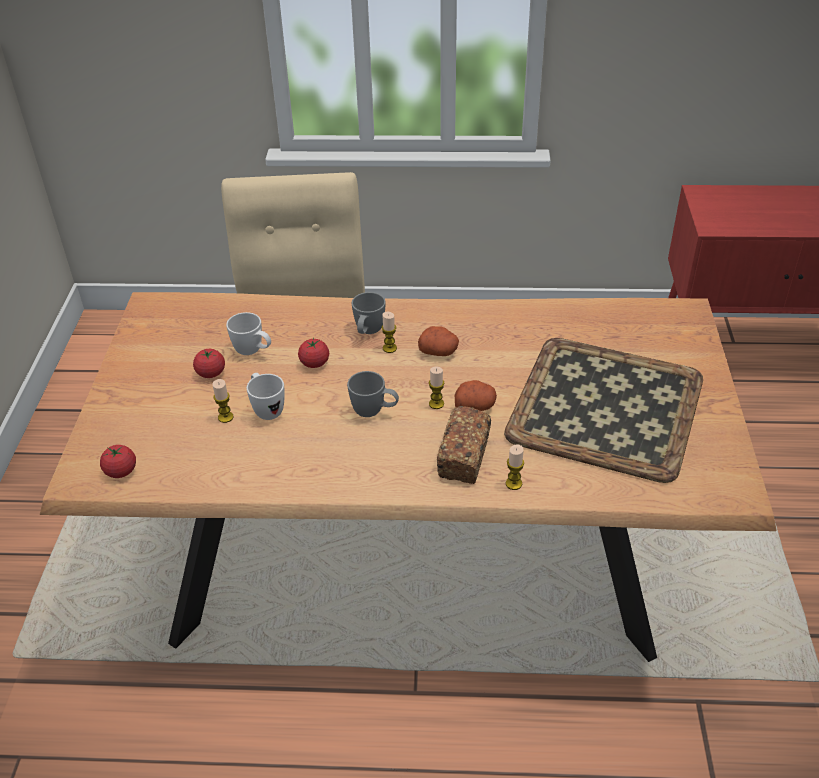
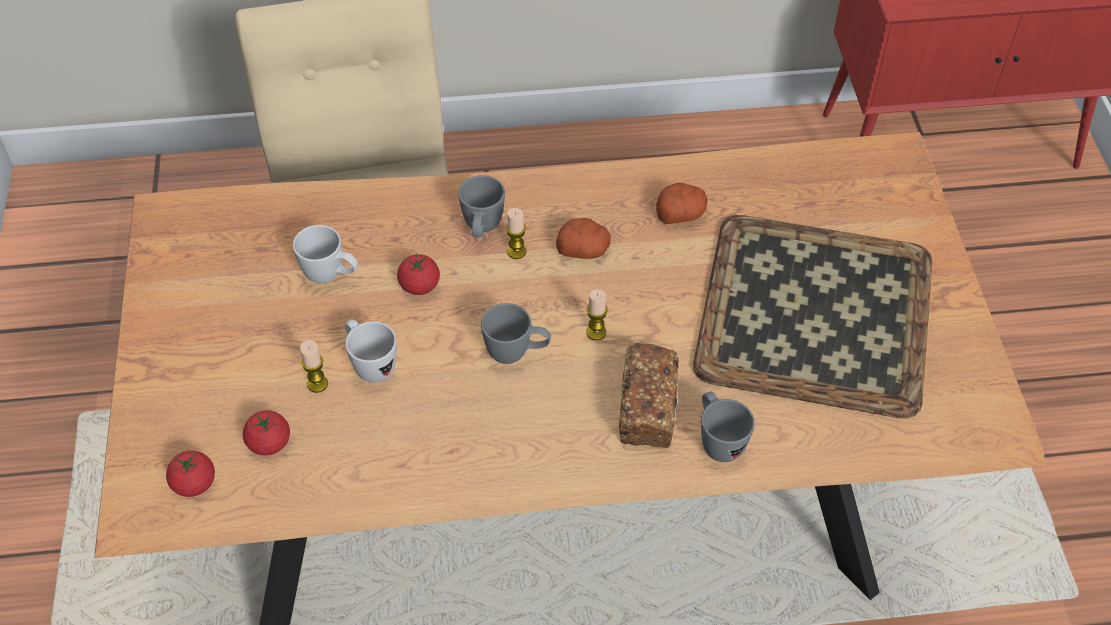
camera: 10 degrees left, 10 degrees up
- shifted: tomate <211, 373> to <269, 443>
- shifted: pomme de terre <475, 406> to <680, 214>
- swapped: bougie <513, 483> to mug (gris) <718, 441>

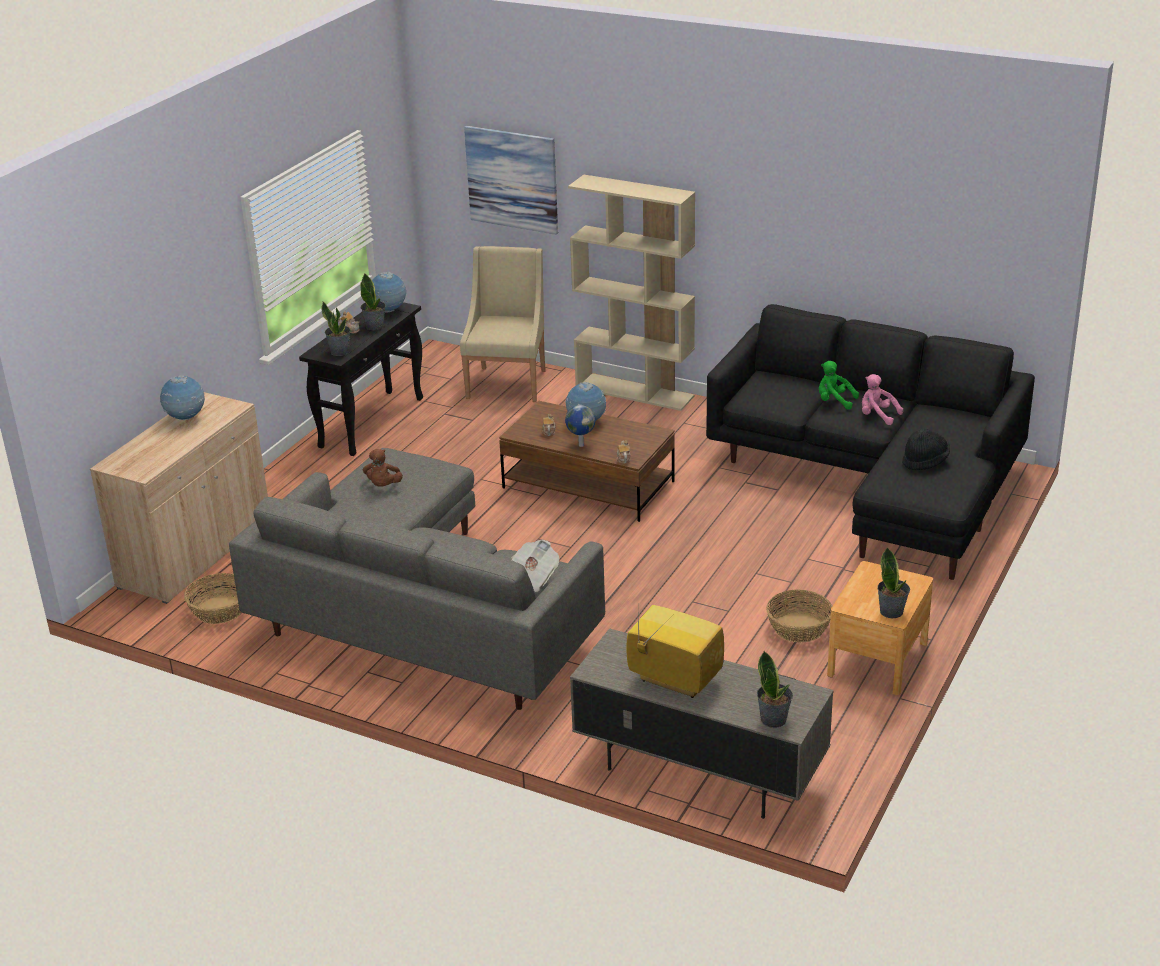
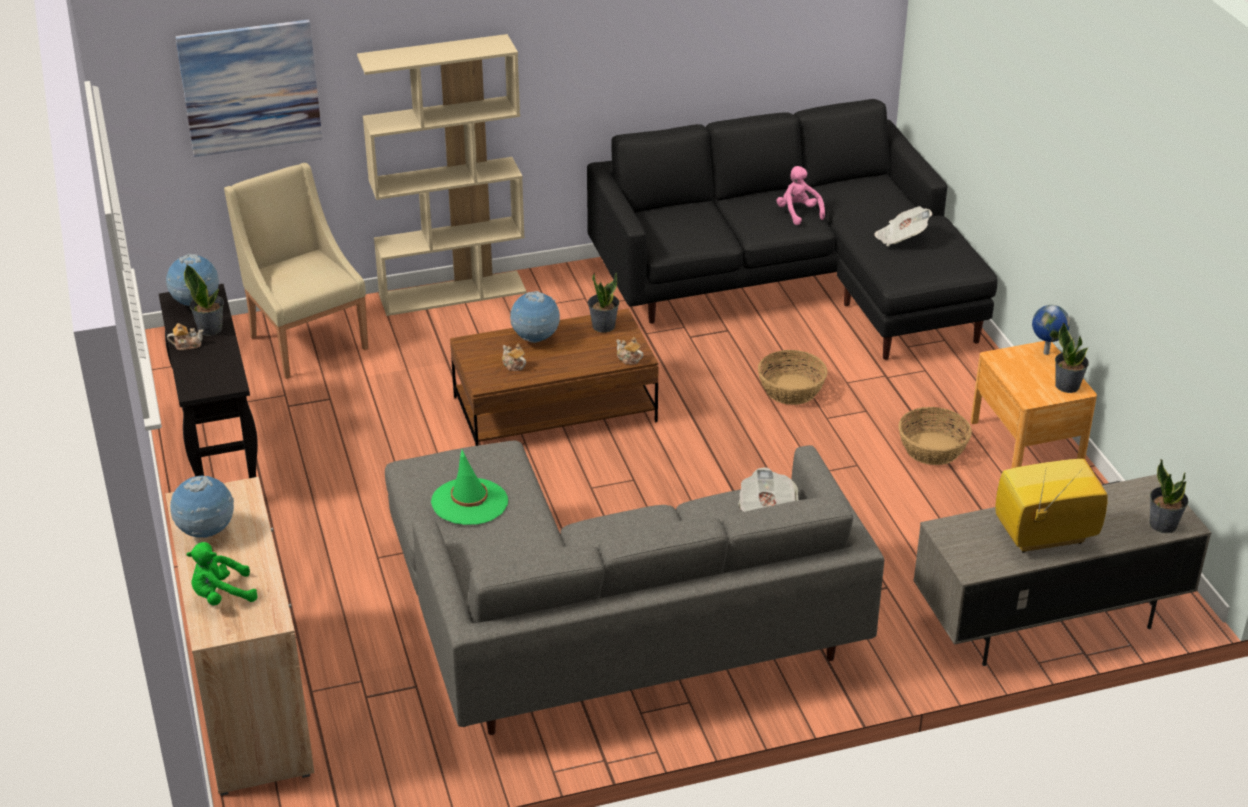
camera: 45 degrees left, 5 degrees up
- shifted: plante en pot <340, 351> to <603, 326>
- shifted: peluche (vert) <834, 401> to <221, 596>
- rotated: peluche (rose) <877, 416> = <798, 213> 75 degrees clockwise
- shifted: globe <580, 445> to <1045, 352>
- swapped: chapeau (noir) <925, 461> to journal <901, 238>
- swapped: peluche (marron) <383, 486> to chapeau (vert) <469, 502>
- shifted: panier <220, 610> to <791, 390>

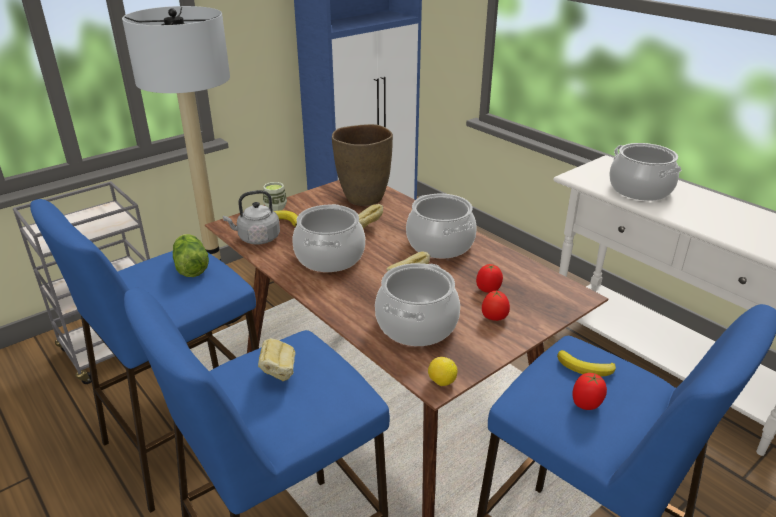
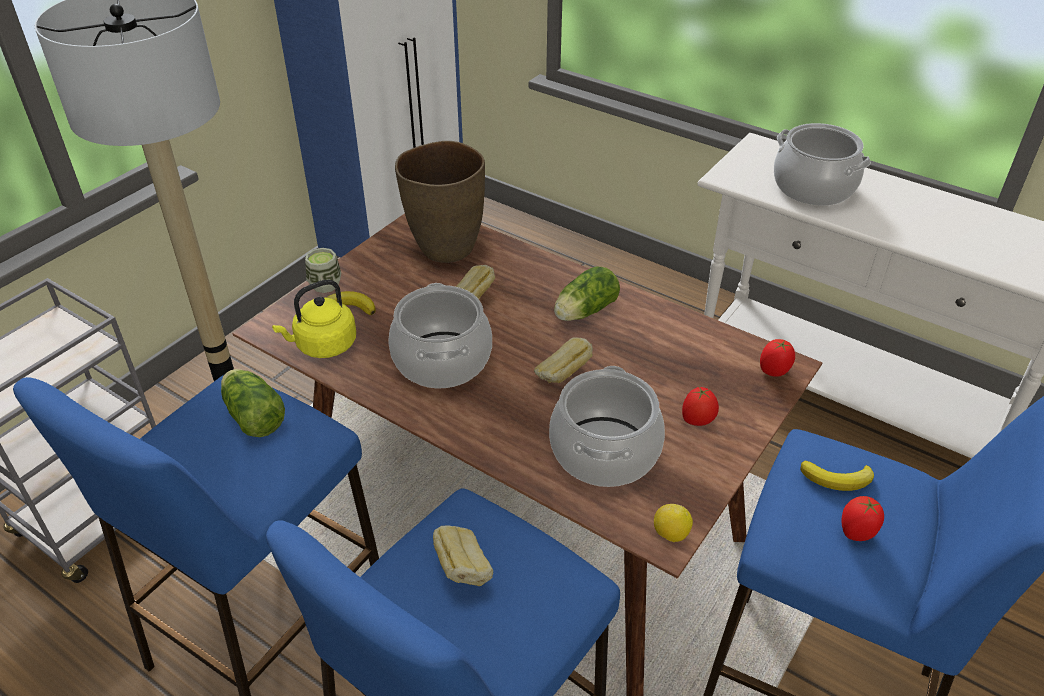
camera: 15 degrees left, 10 degrees up
- repainted: bouilloire (gris) <257, 238> to bouilloire (jaune) <323, 346>
- swapped: marmite <440, 244> to laitue <583, 312>
- shifted: tomate <488, 290> to <774, 371>

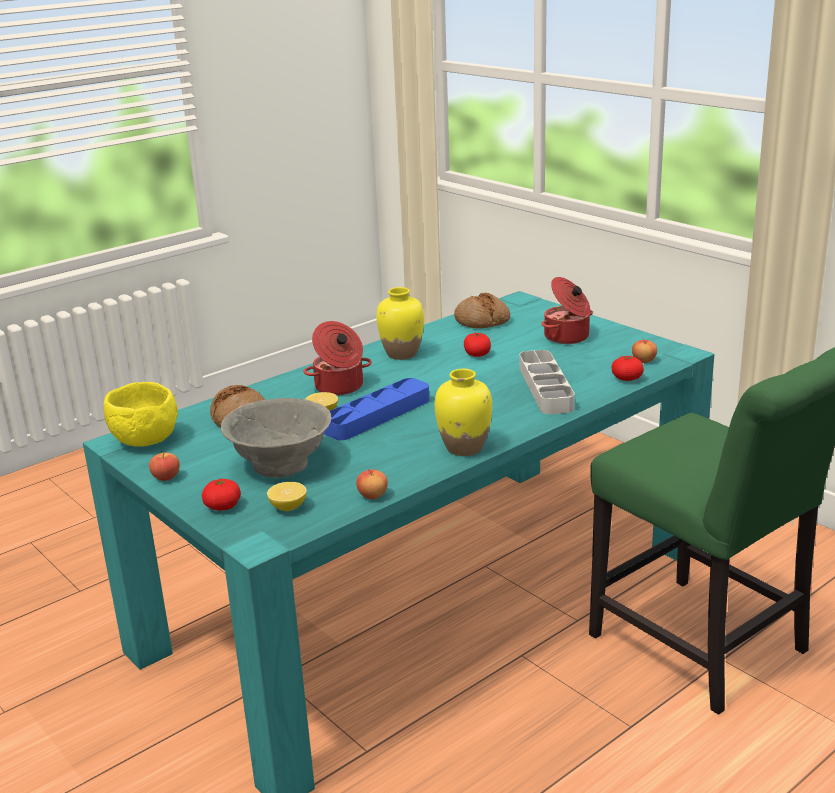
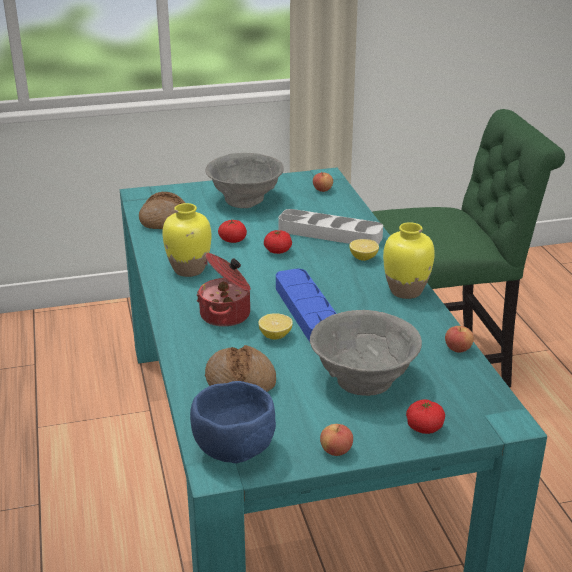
camera: 65 degrees left, 5 degrees up
- swapped: marmite <567, 337> to bol (gris) <245, 200>
- shifted: tomate <627, 378> to <278, 251>
- repainted: bol (jaune) <143, 440> to bol (bleu) <234, 451>
- shifted: citron <288, 507> to <363, 258>

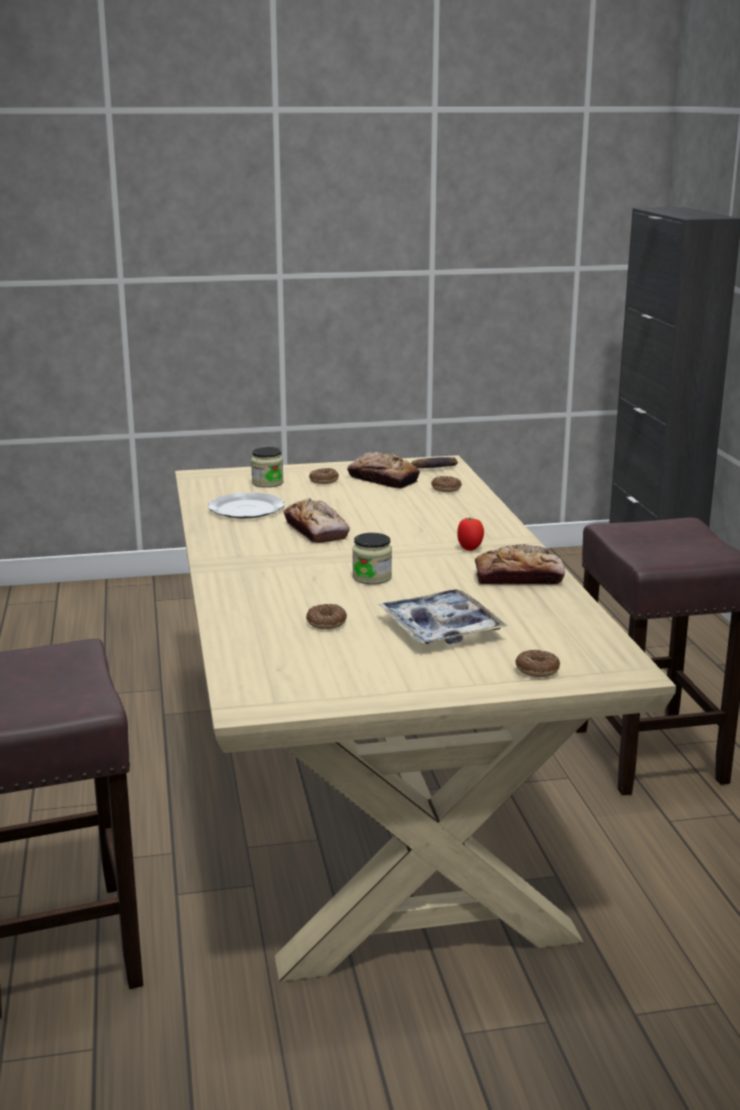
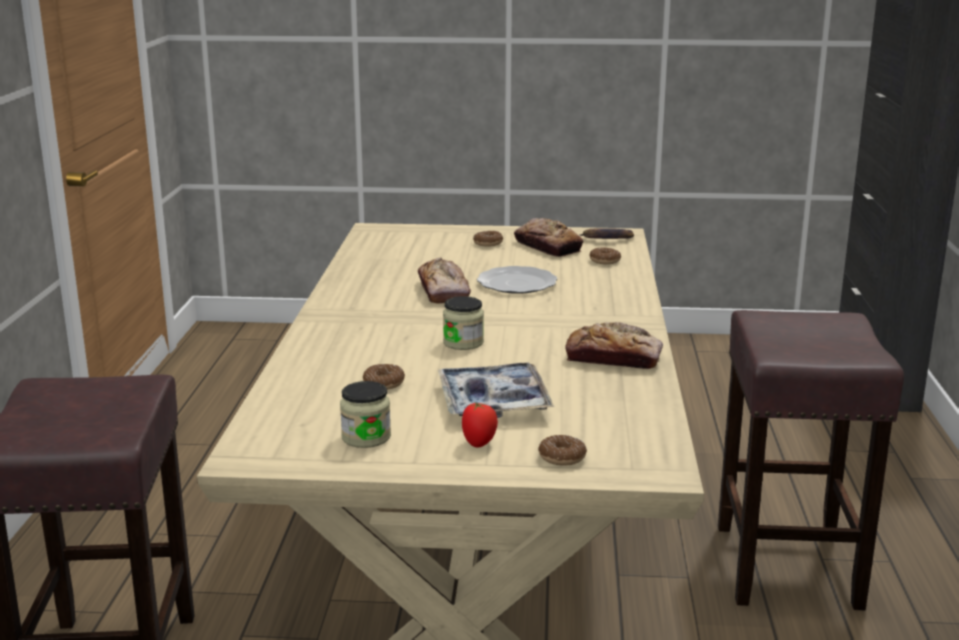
camera: 15 degrees right, 0 degrees up
- shifted: bocal <267, 483> to <366, 437>
- shifted: assiette <247, 509> to <517, 284>
- shifted: tomate <470, 548> to <479, 443>

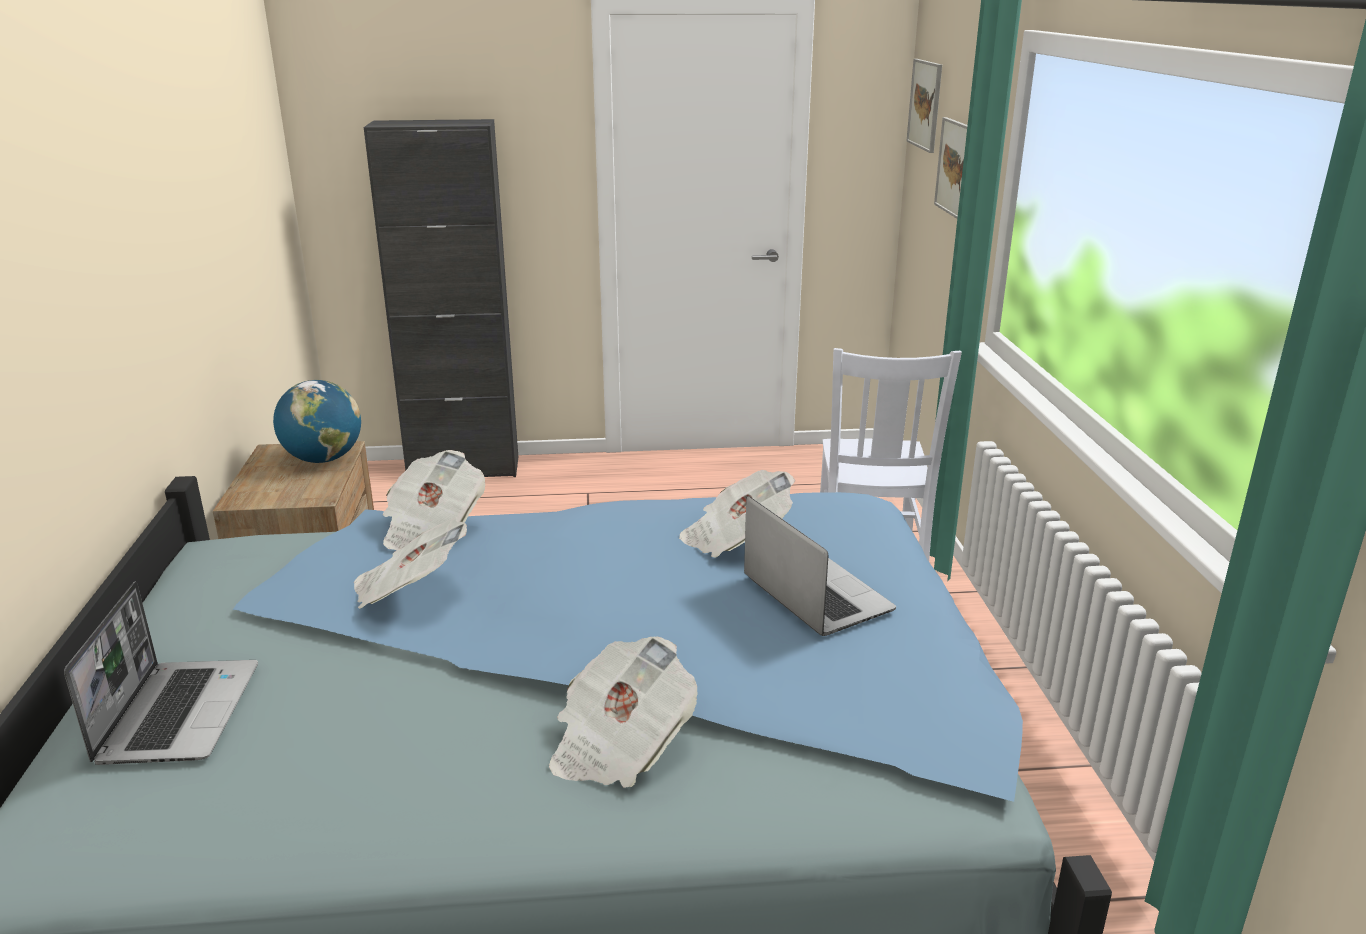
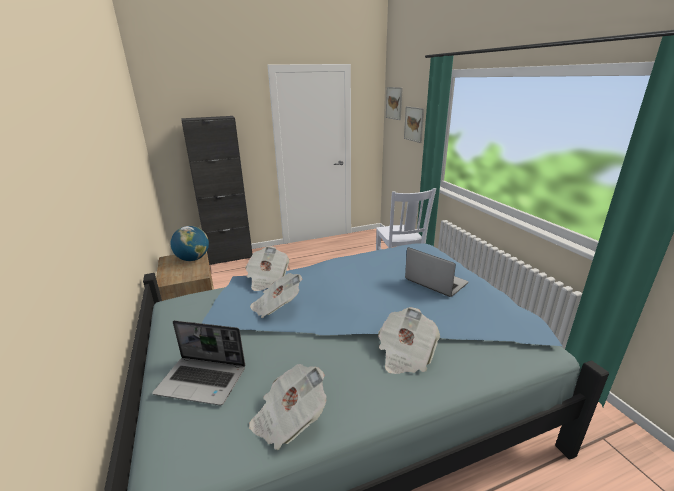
camera: 15 degrees left, 0 degrees up
- shifted: journal <736, 539> to <289, 418>
- rotated: ordinateur portable <178, 712> = <203, 380> 120 degrees clockwise

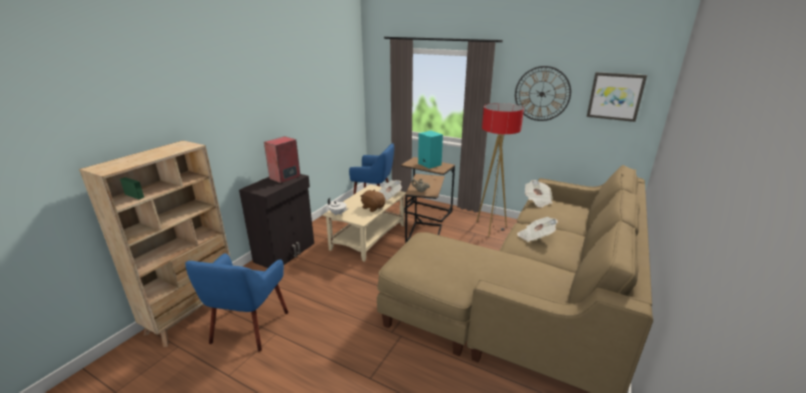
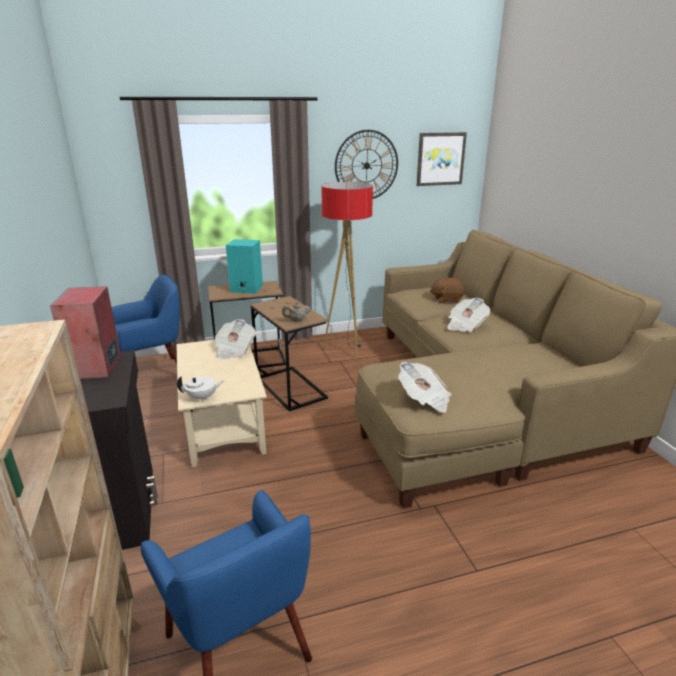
camera: 45 degrees left, 0 degrees up
- shifted: journal <537, 201> to <424, 399>
- shifted: peluche (marron) <373, 207> to <446, 300>

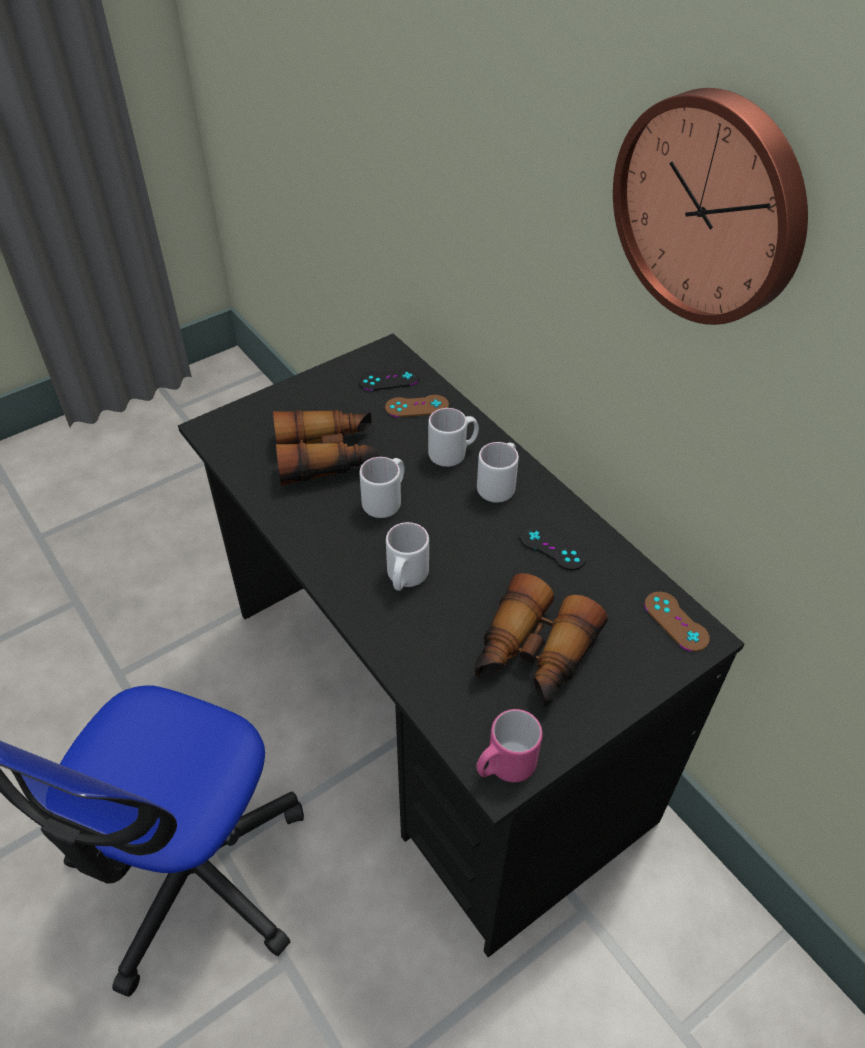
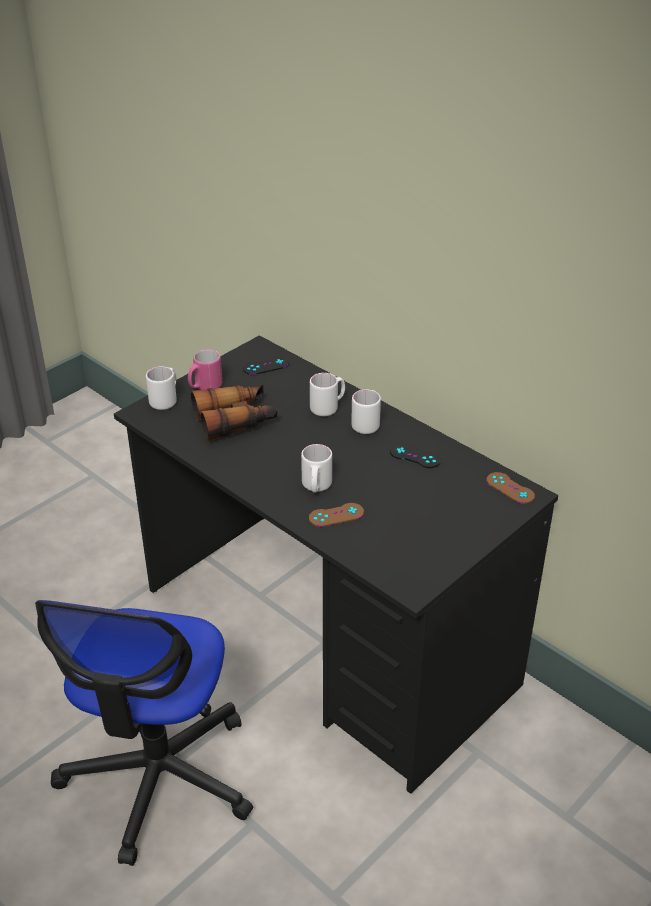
camera: 10 degrees left, 10 degrees down
- gone: horloge murale <712, 207>
- shifted: manette (marron) <417, 406> to <336, 515>
- shifted: mug (blanc) <386, 501> to <166, 400>
- gone: jumelles <533, 655>
- shifted: mug (rose) <504, 767> to <204, 387>

